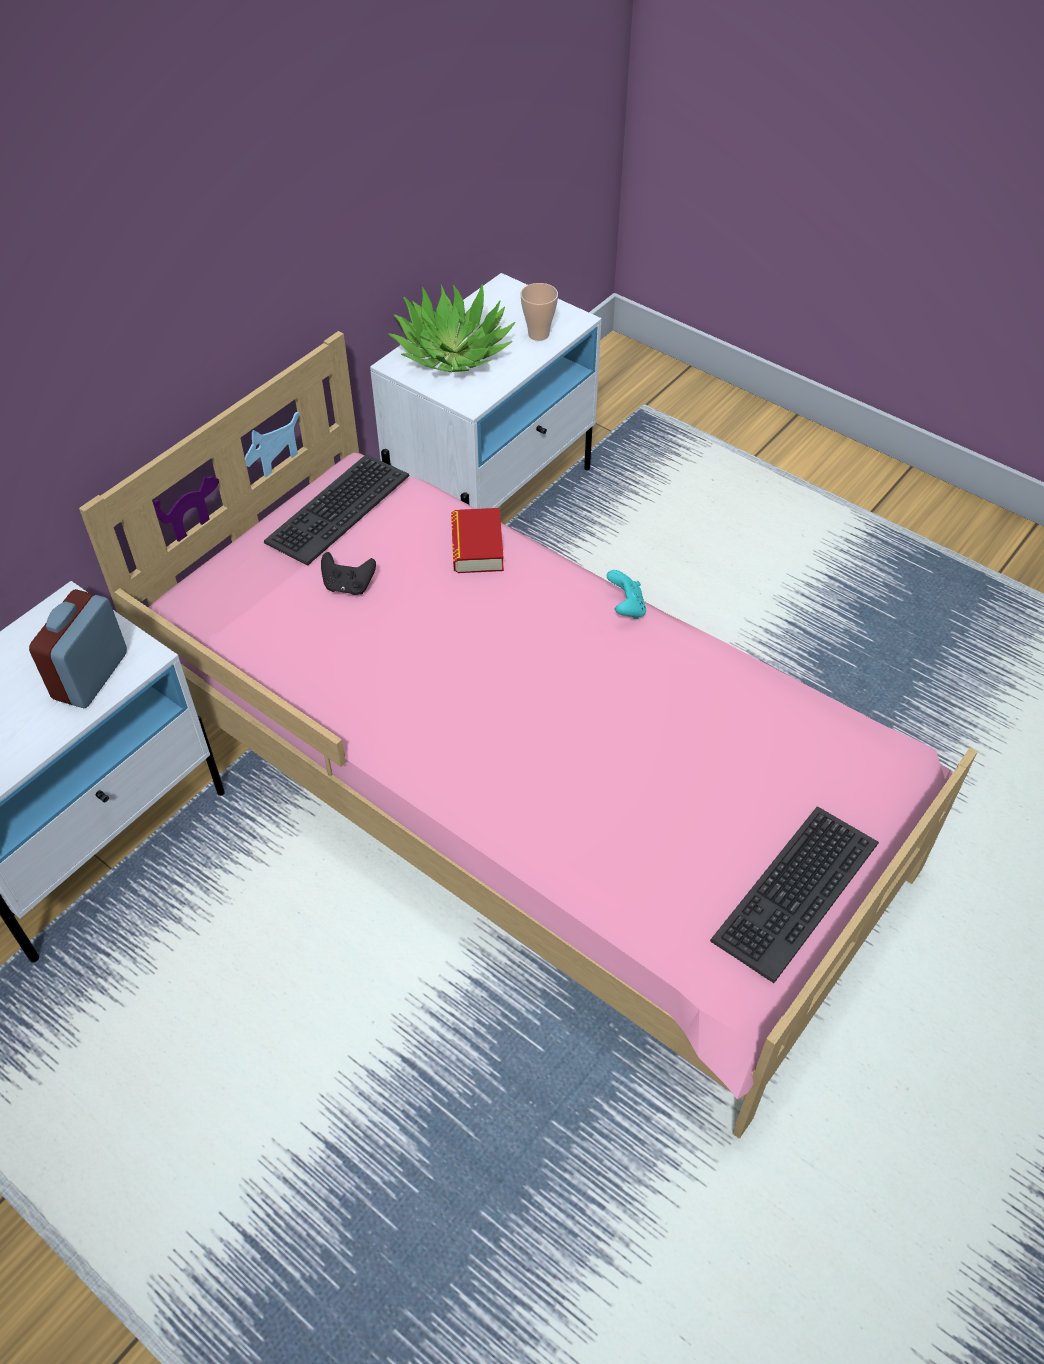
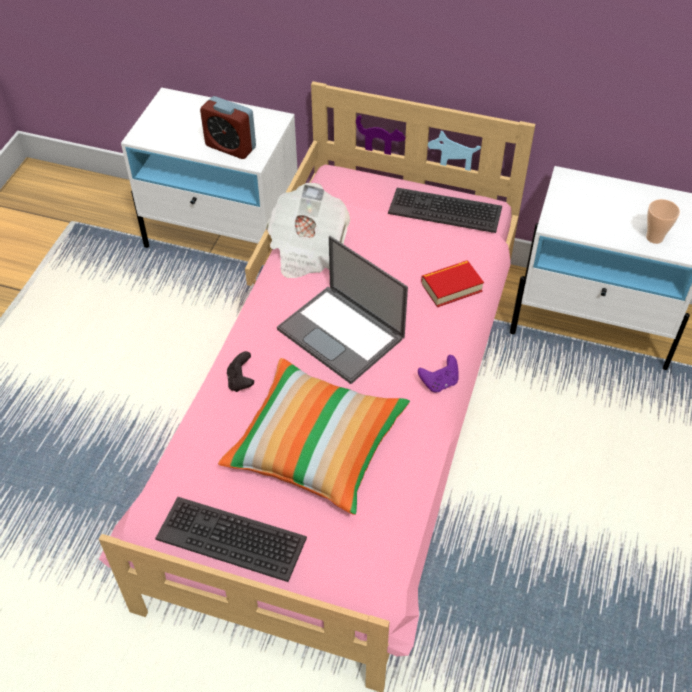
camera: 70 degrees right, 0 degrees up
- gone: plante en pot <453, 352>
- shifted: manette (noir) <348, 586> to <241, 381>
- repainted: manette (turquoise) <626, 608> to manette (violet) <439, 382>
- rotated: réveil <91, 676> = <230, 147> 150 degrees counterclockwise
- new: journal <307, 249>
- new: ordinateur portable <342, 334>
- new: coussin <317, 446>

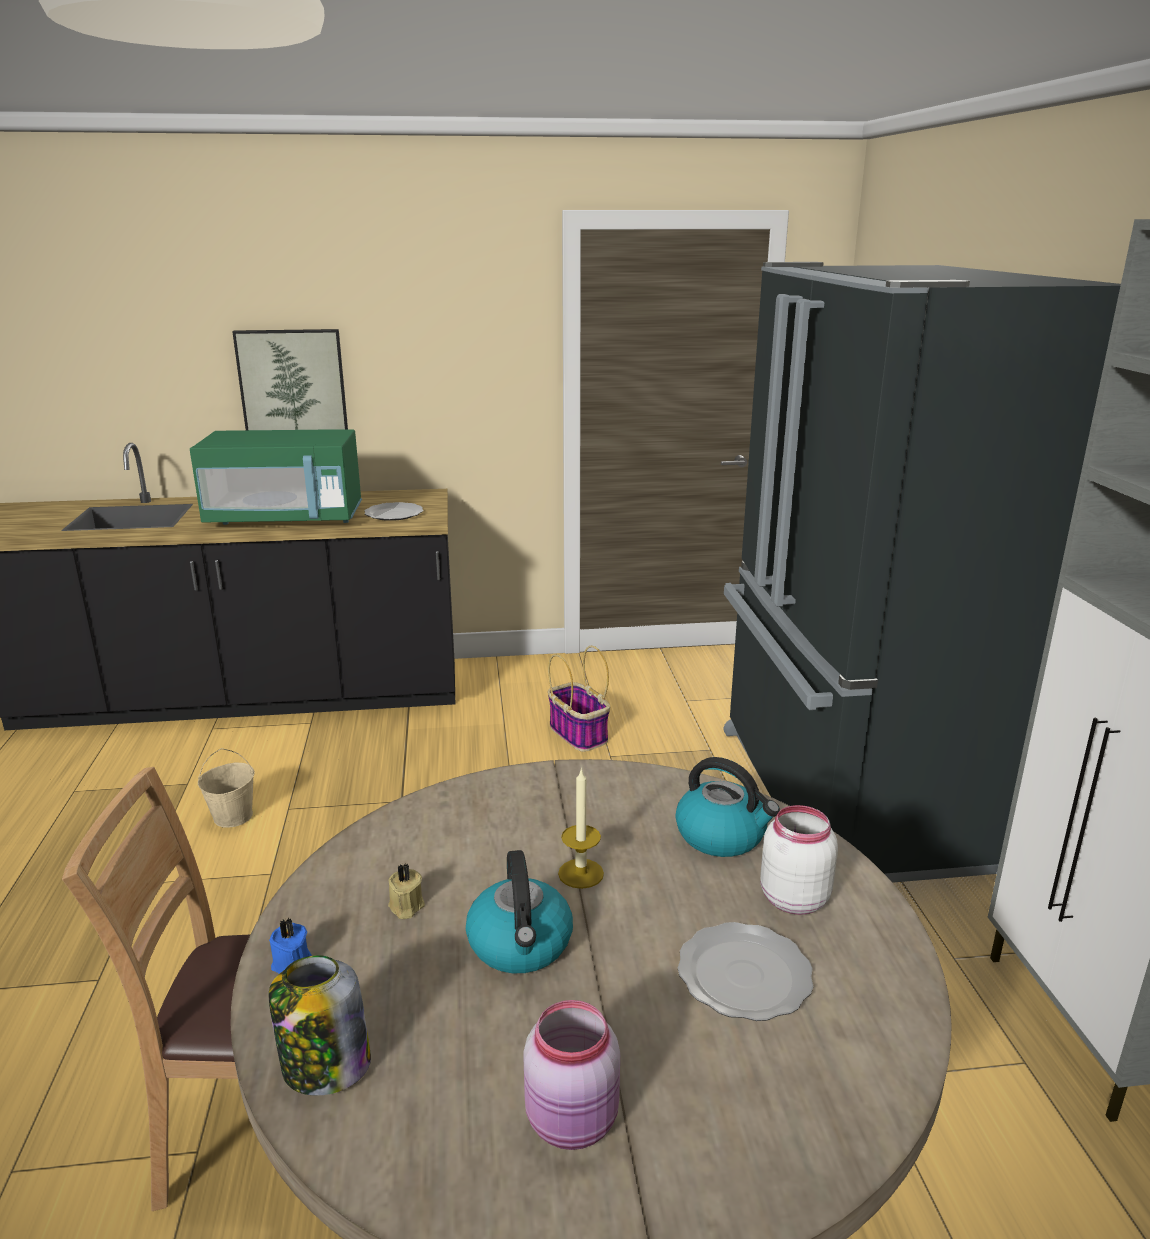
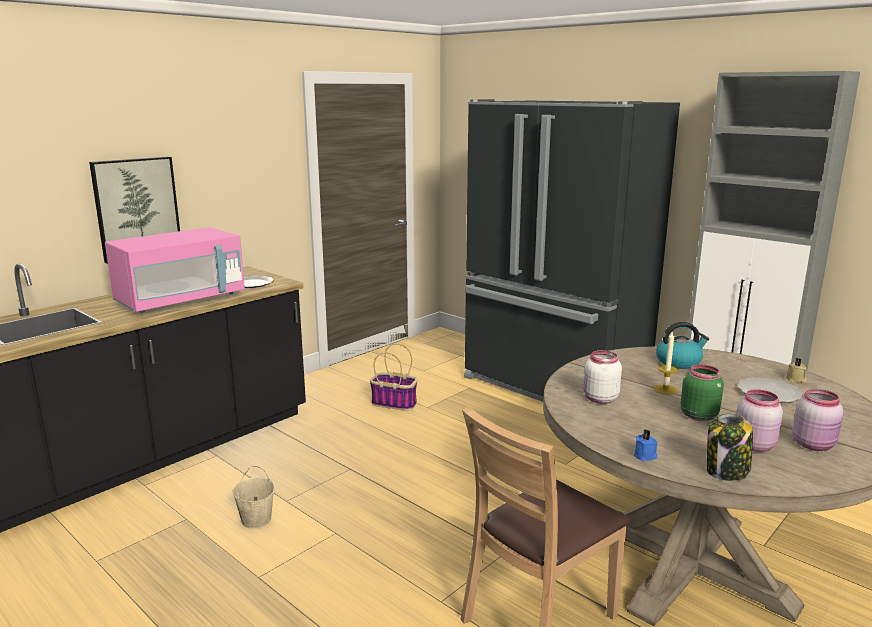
camera: 40 degrees left, 5 degrees down
- repainted: micro-ondes (vert) <286, 518> to micro-ondes (rose) <181, 300>
- shifted: bocal (blanc) <792, 898> to <599, 399>
- swapped: bouilloire <521, 945> to bocal (vert) <698, 415>
- shifted: bougie (beige) <405, 907> to <796, 379>
- new: bocal (rose) <754, 445>

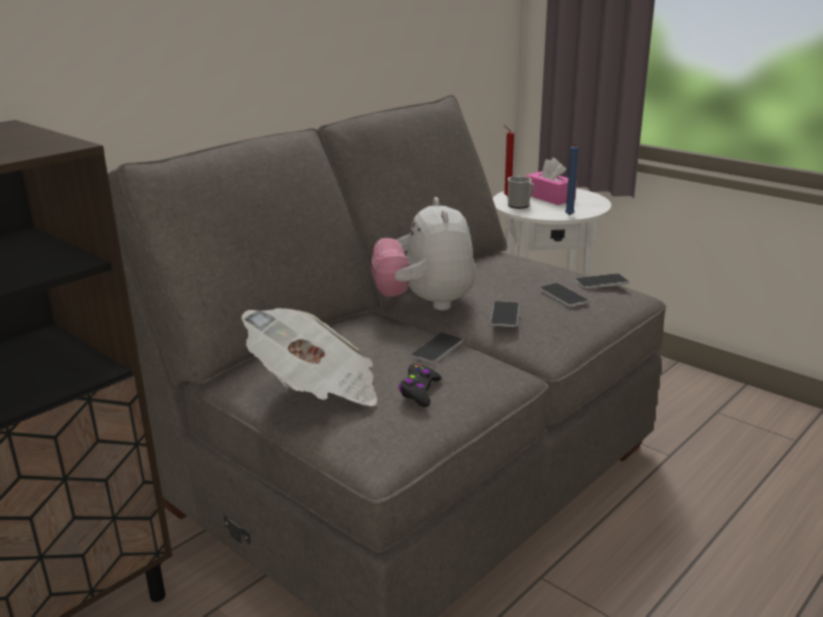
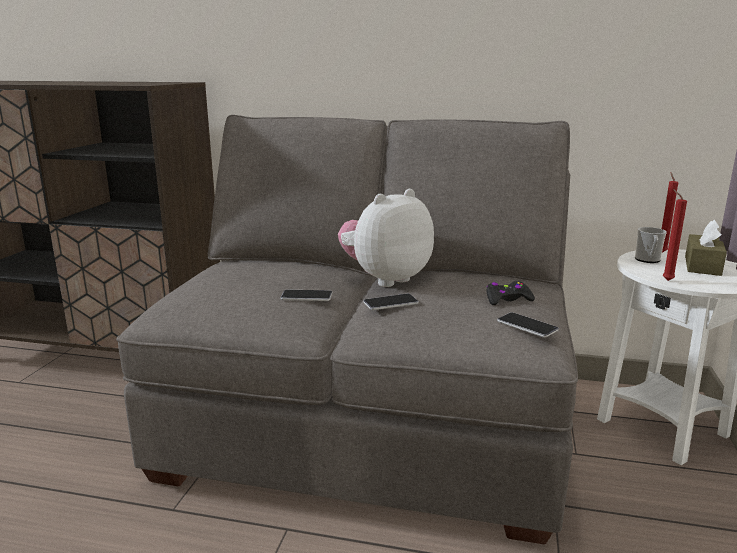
camera: 60 degrees right, 5 degrees down
- repainted: bougie (bleu) <567, 215> to bougie (rouge) <666, 280>
- repainted: boîte à mouchoirs (rose) <549, 197> to boîte à mouchoirs (marron) <702, 265>
- gone: téléphone <563, 296>
- gone: journal <316, 388>
- shifted: manette (noir) <419, 391> to <507, 299>

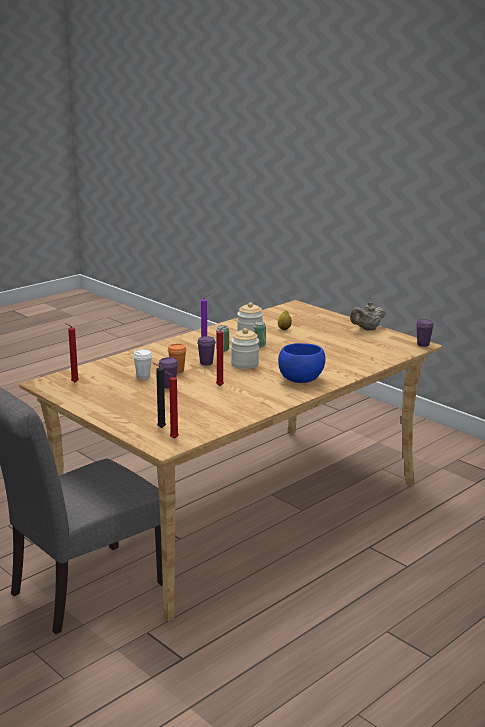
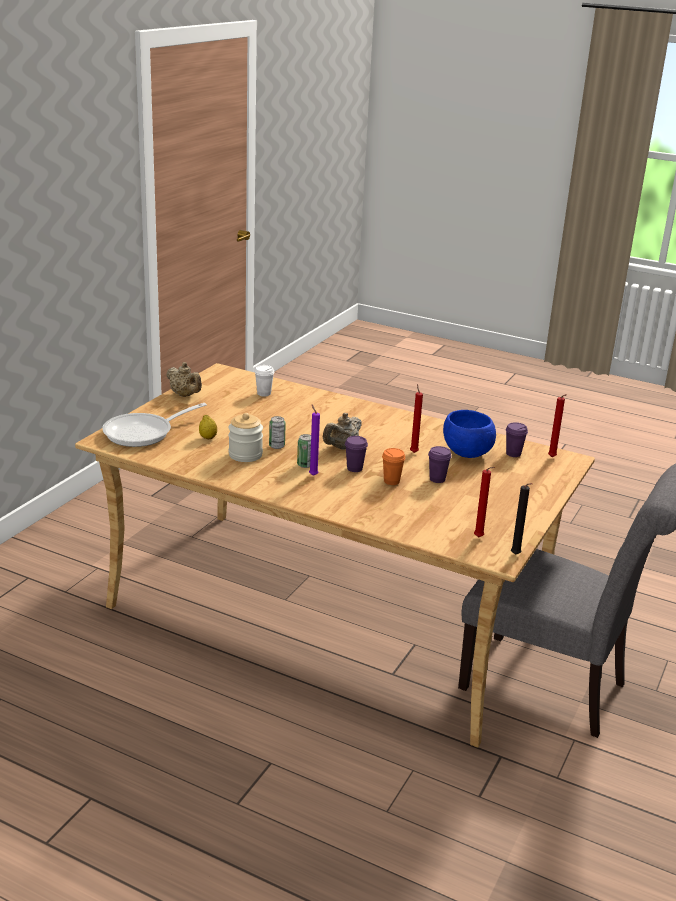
camera: 110 degrees left, 5 degrees up
- shifted: tasse (violet) <423, 344> to <513, 454>
- swapped: bocal <245, 364> to théière (beige) <342, 447>
- shifted: bol (bleu) <299, 380> to <467, 453>
- shifted: tasse (blanc) <143, 377> to <264, 393>
- shifted: bougie (noir) <160, 428> to <516, 555>
- new: poêle <144, 433>

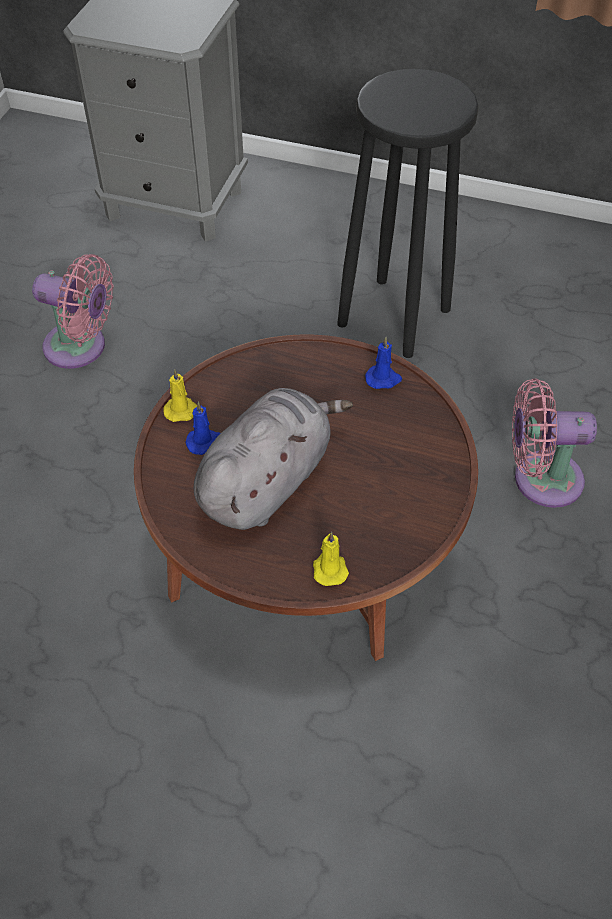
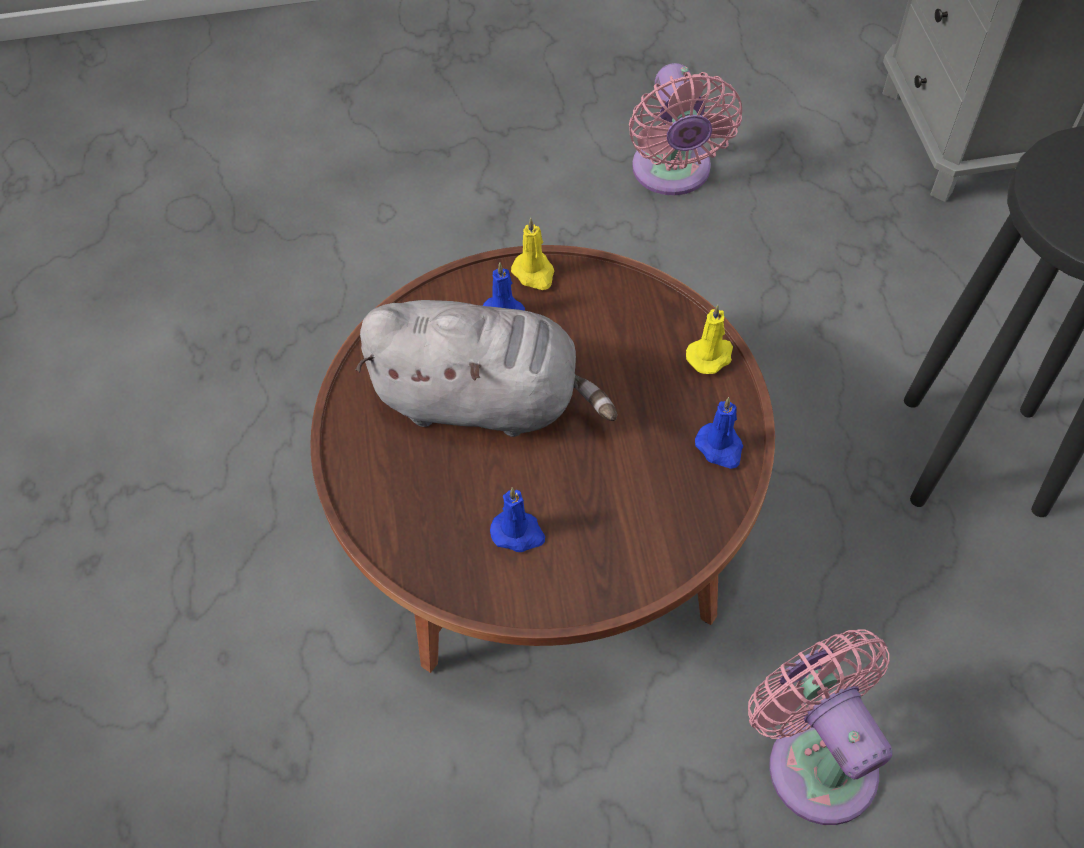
camera: 65 degrees right, 5 degrees up
- shifted: bougie (jaune) <329, 568> to <711, 355>
- new: bougie (bleu) <518, 533>

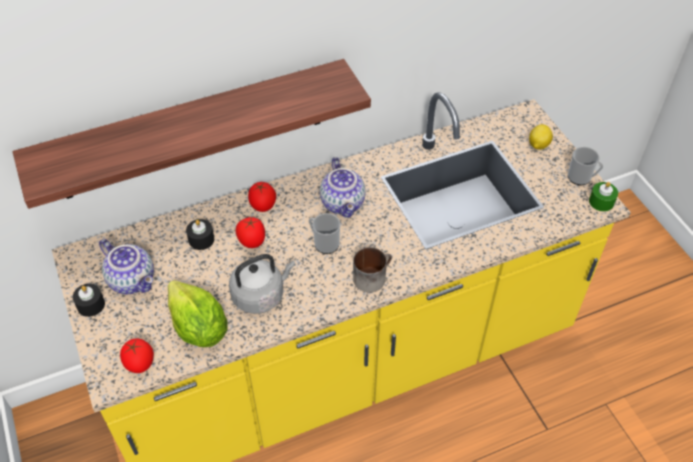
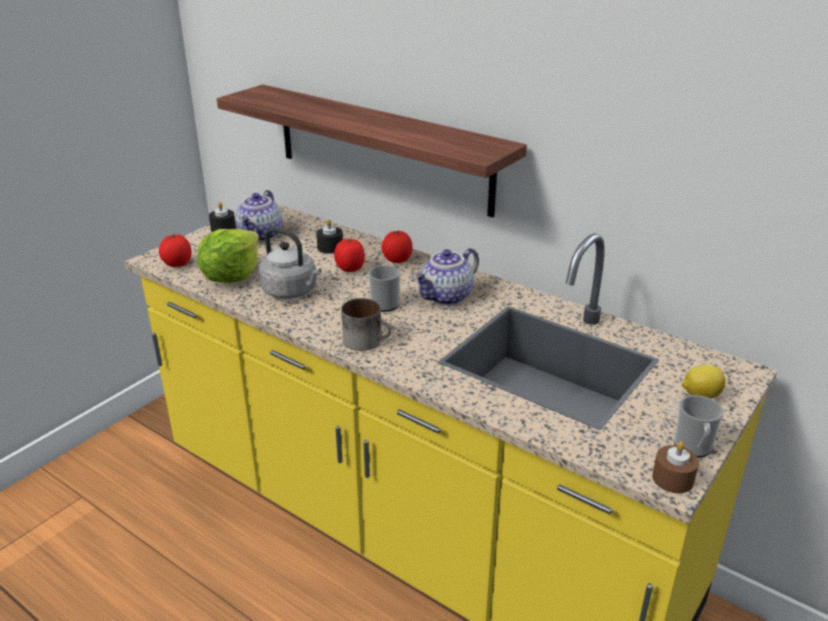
camera: 60 degrees right, 20 degrees down
- repainted: bougie (vert) <601, 202> to bougie (marron) <672, 479>

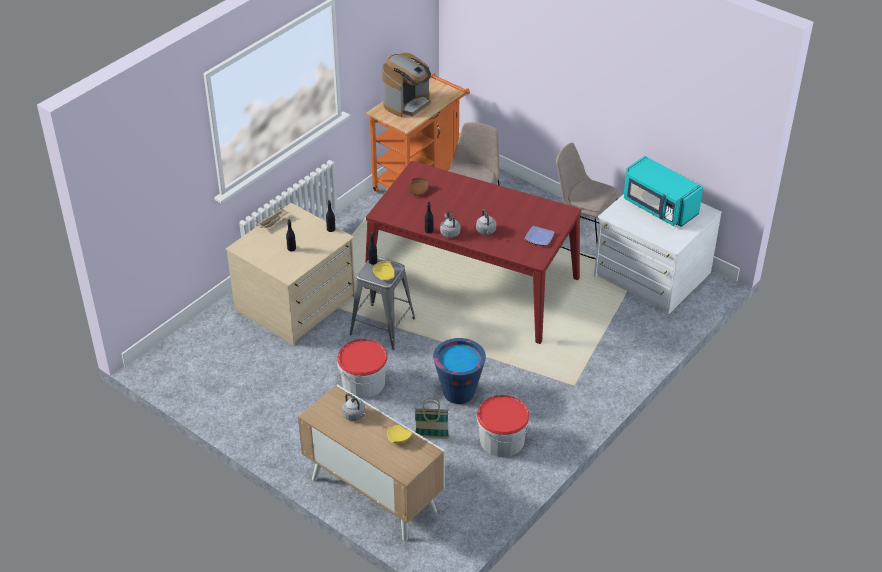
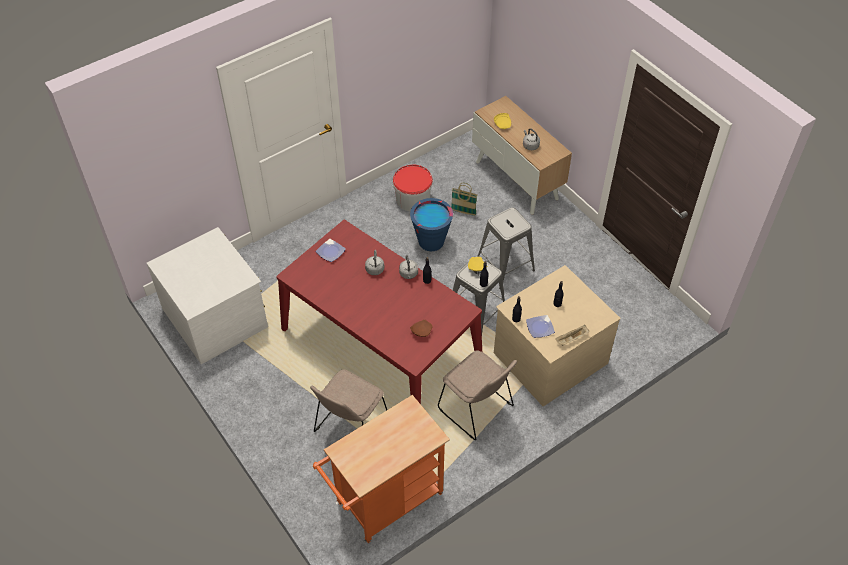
camera: 165 degrees left, 10 degrees up
- gone: machine à café <407, 104>
- shifted: chaise (beige) <582, 236> to <477, 409>
- gone: micro-ondes (turquoise) <658, 207>
- swapped: seau <363, 382> to tabouret (gris) <505, 266>
- new: assiette <539, 327>

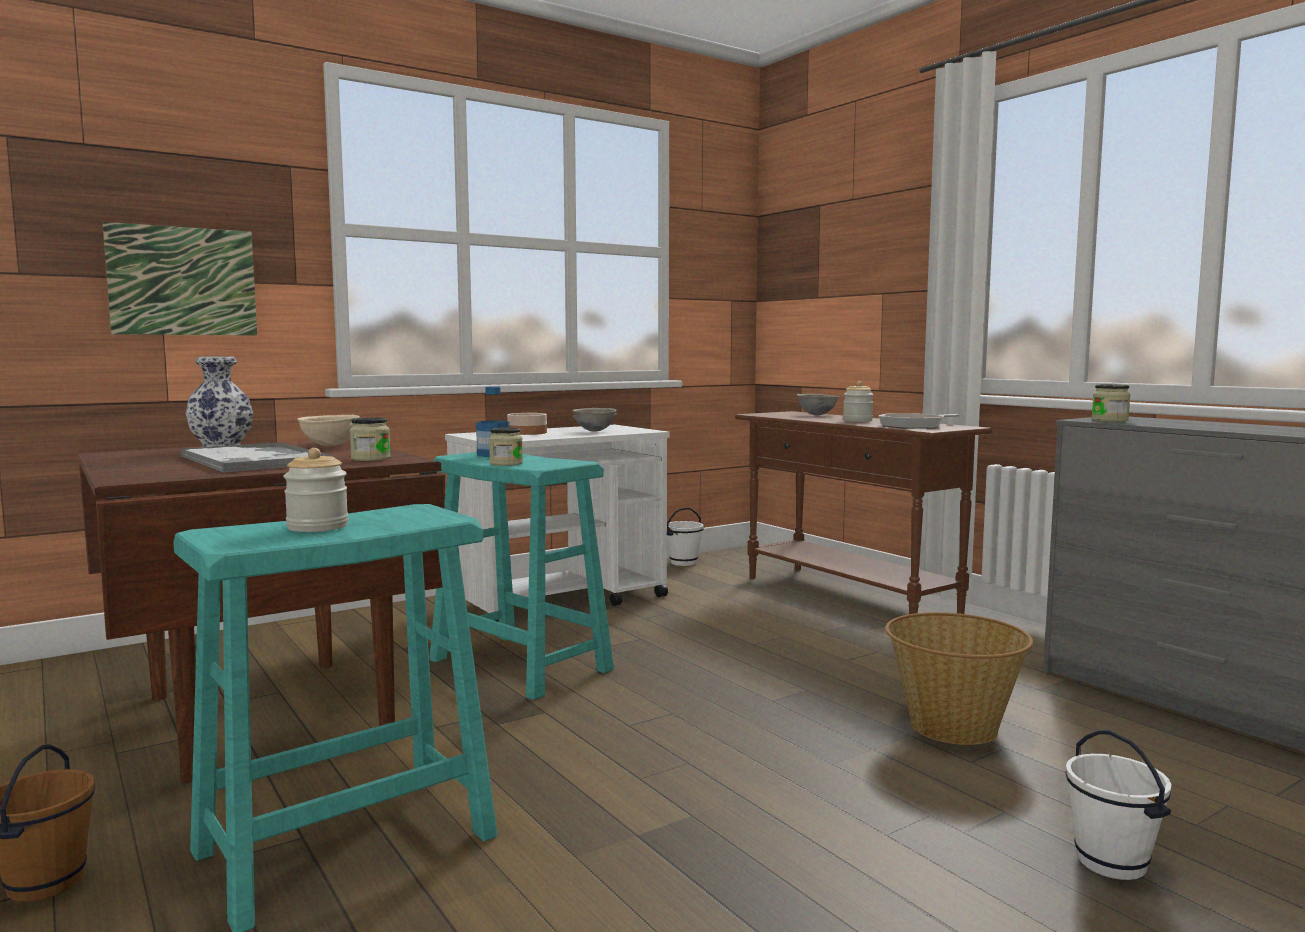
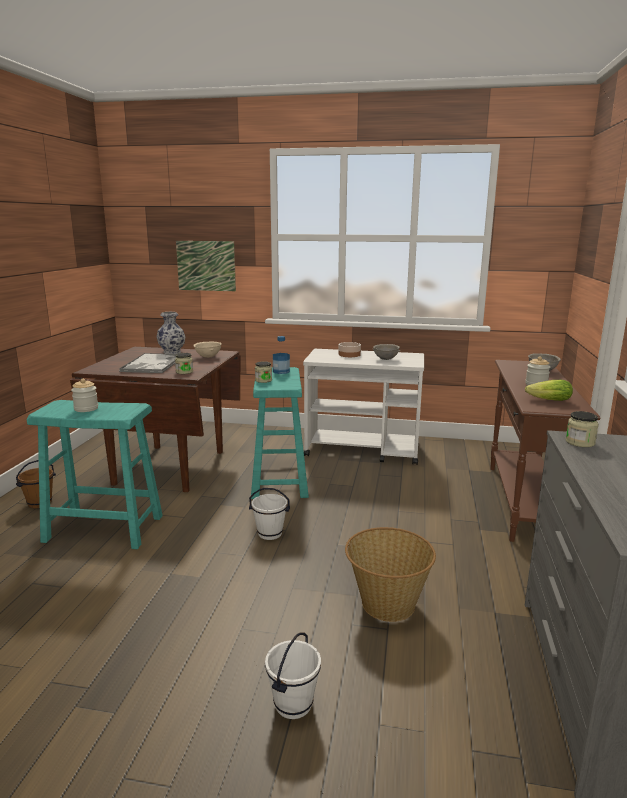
camera: 45 degrees right, 10 degrees up
- swapped: poêle <915, 426> to laitue <546, 400>
- shifted: seau (blanc) <683, 562> to <270, 533>

